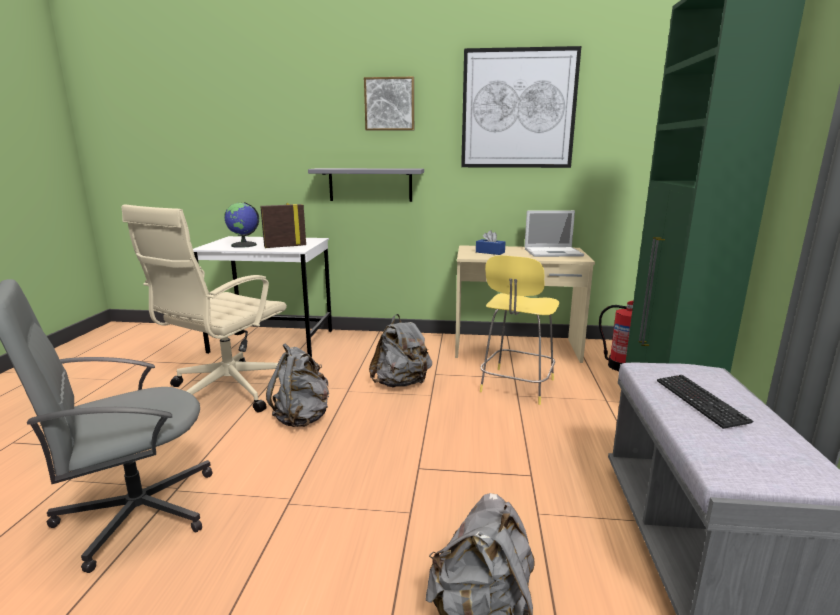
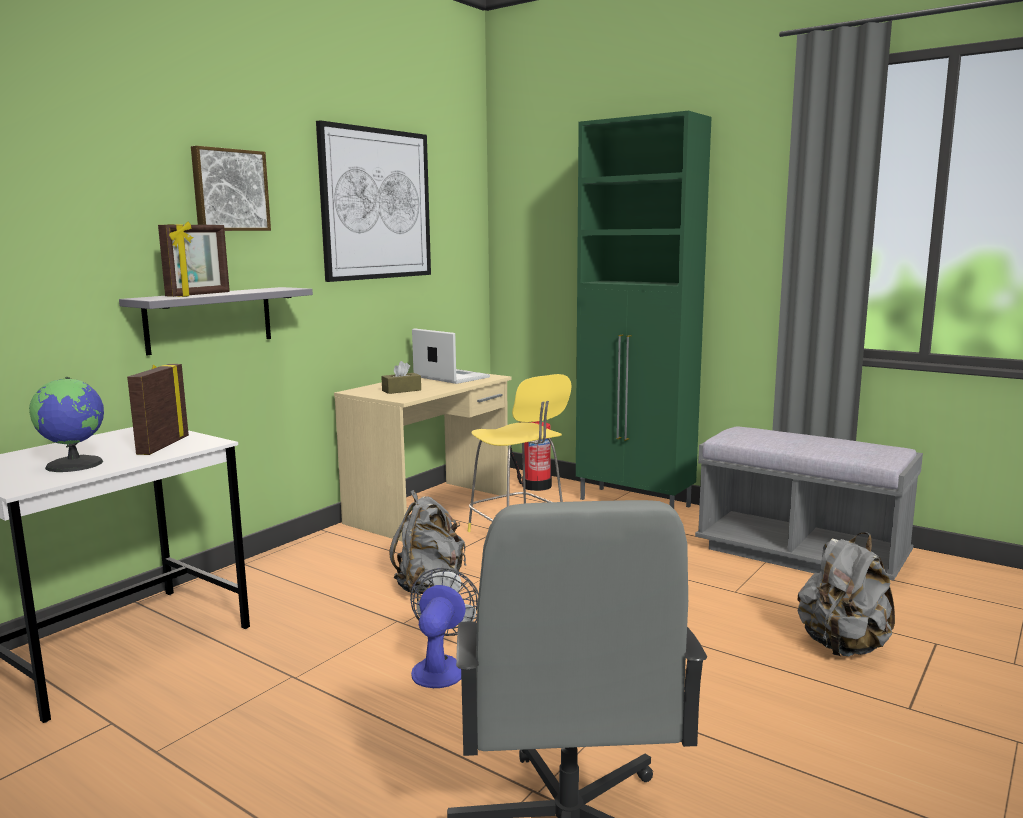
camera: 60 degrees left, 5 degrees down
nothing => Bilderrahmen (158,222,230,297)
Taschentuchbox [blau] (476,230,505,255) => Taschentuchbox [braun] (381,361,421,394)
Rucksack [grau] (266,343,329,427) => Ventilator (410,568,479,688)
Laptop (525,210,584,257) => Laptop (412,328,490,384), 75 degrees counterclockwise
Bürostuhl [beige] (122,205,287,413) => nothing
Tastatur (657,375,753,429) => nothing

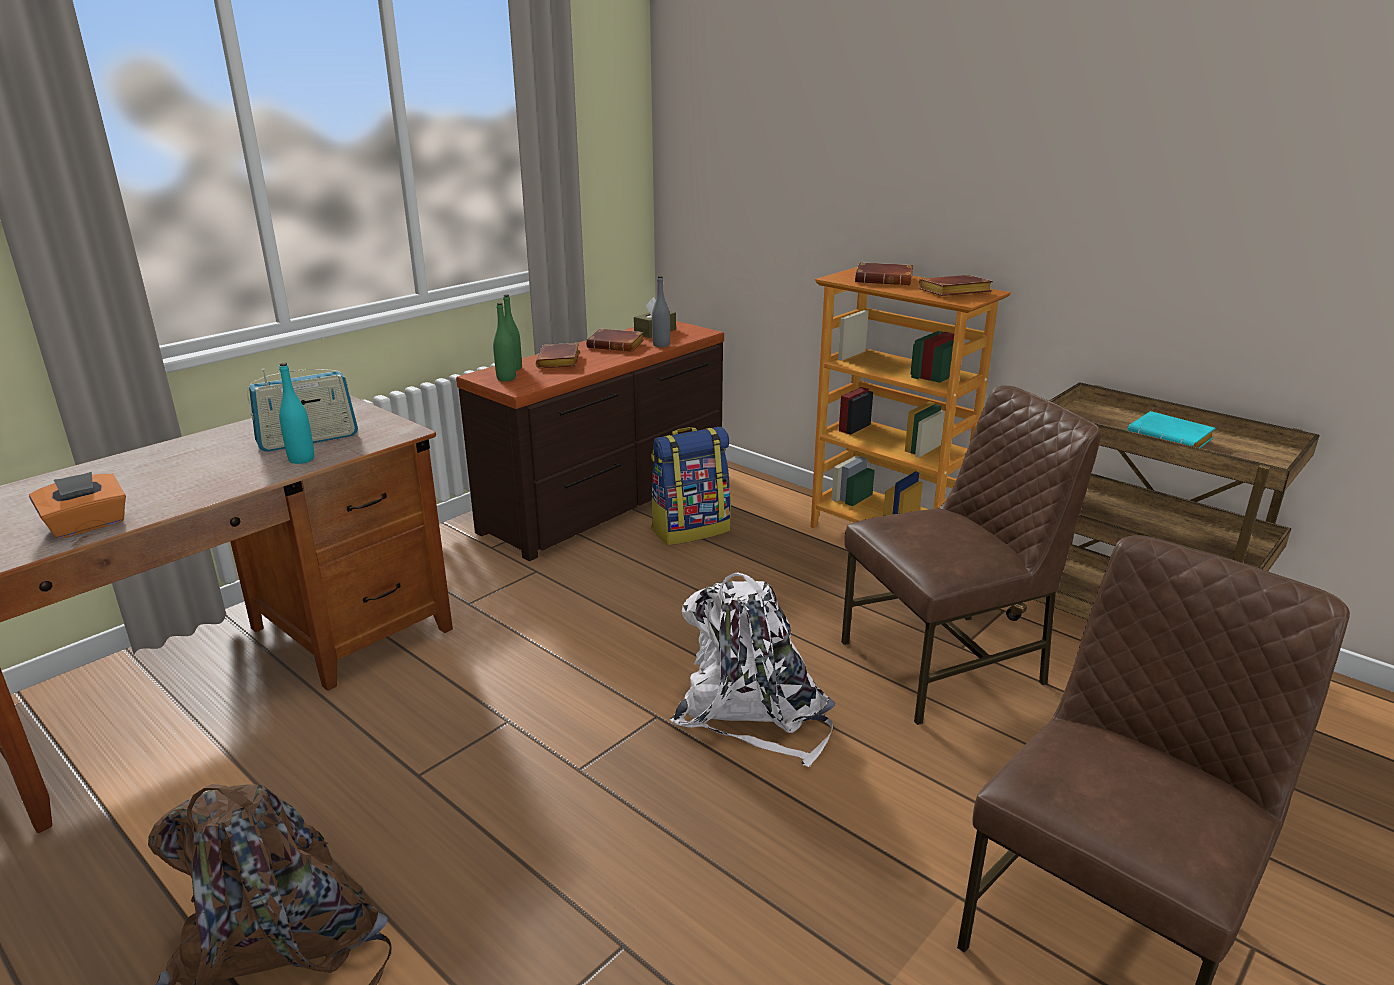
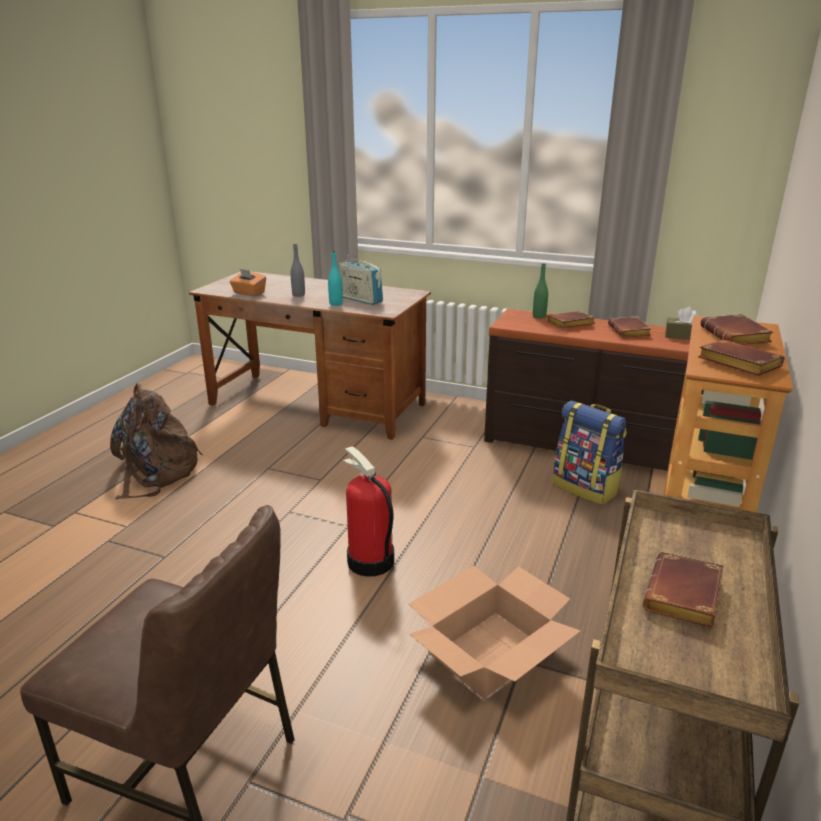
camera: 70 degrees right, 0 degrees up
Flasche [grau] (652,276,670,347) => Flasche [grau] (291,244,305,297), move
Rucksack [weiß] (670,572,835,767) => Feuerlöscher (343,446,394,577)
Stuhl [braun] (841,386,1101,725) => Karton (409,565,580,699)
Buch [türkis] (1127,411,1215,448) => Buch [braun] (643,552,723,628)
Flasche [grün] (493,302,516,381) => nothing

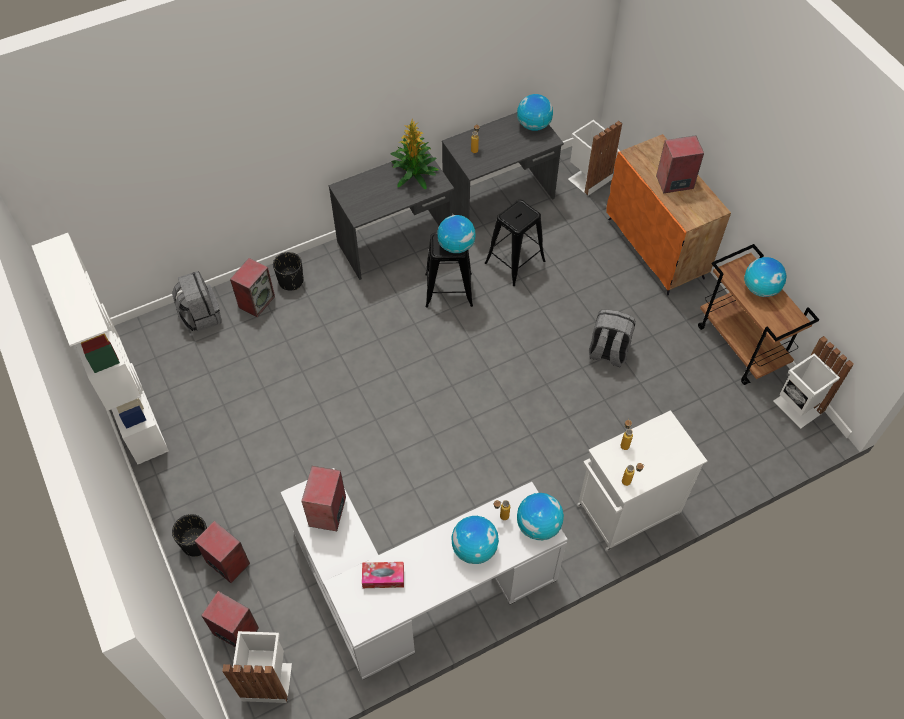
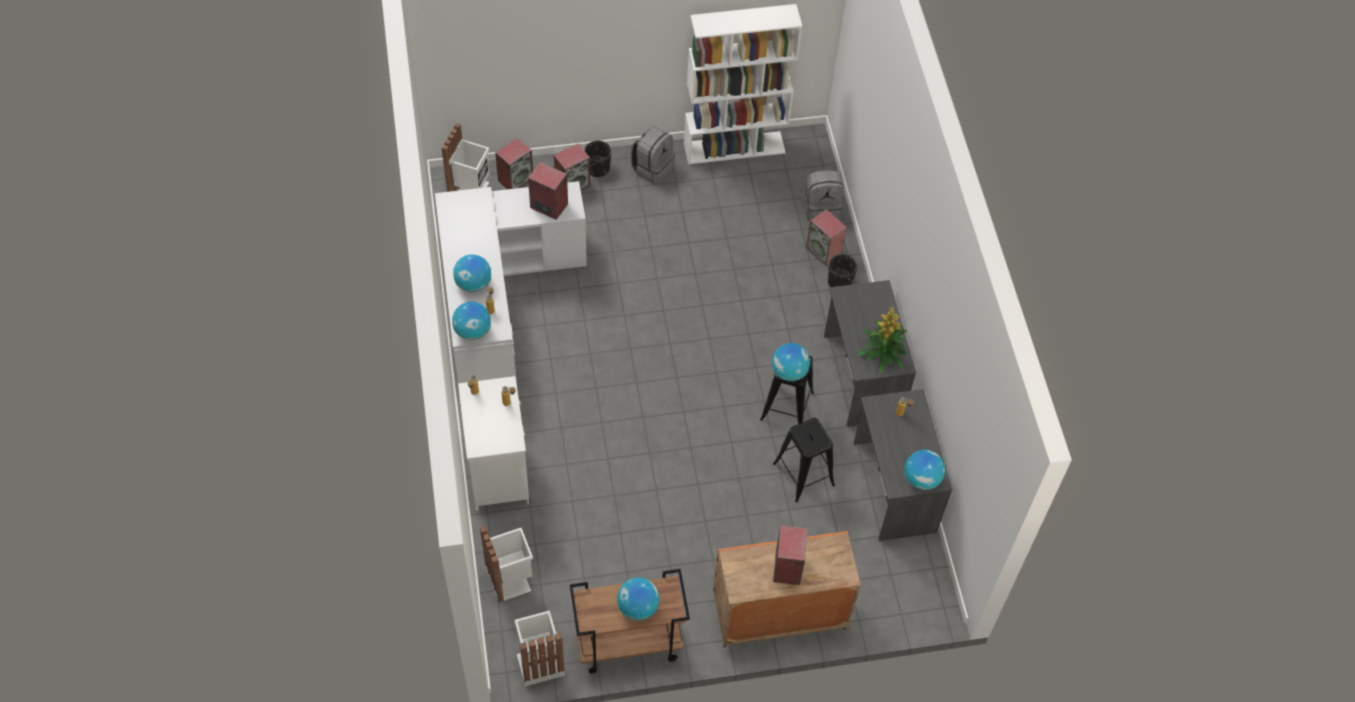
camera: 105 degrees right, 0 degrees up
Mülleimer [weiß] (568,120,622,196) => Mülleimer [weiß] (480,526,533,603), move
Rucksack [grau] (589,309,636,367) => Rucksack [grau] (631,126,675,185), move
Taschentuchbox (362,562,404,588) => nothing

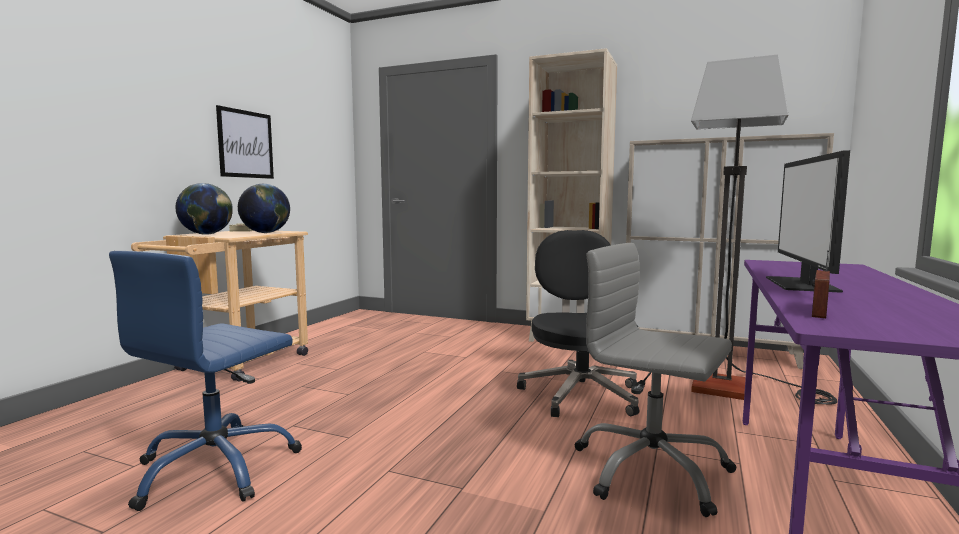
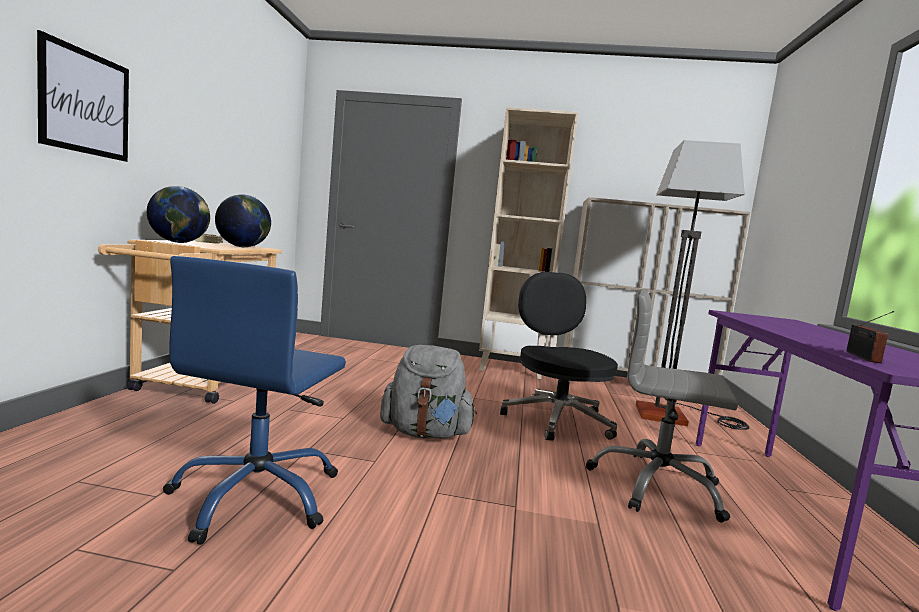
camera: 15 degrees left, 0 degrees up
Bild (216,105,274,179) => Bild (37,30,129,162), move
nothing => Rucksack [grau] (380,345,477,439)
Monitor (766,150,850,293) => nothing

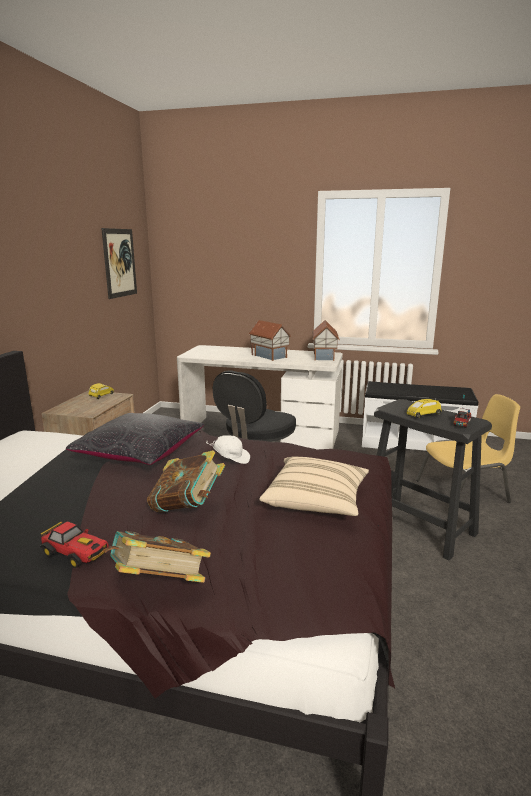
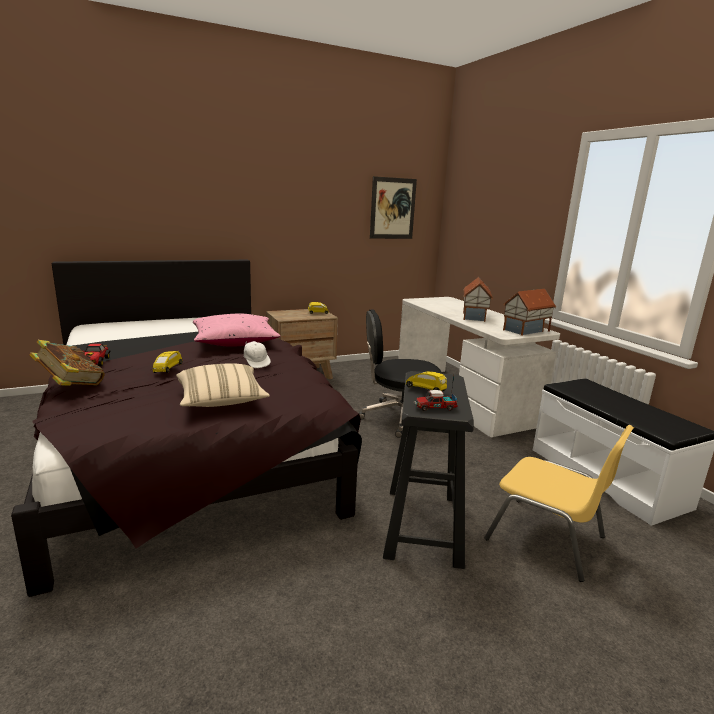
camera: 50 degrees right, 0 degrees up
Buch (147,450,225,513) => Spielzeugauto [gelb] (152,351,182,373)
Kissen [schwarz] (66,413,204,465) => Kissen [rosa] (193,314,281,347)

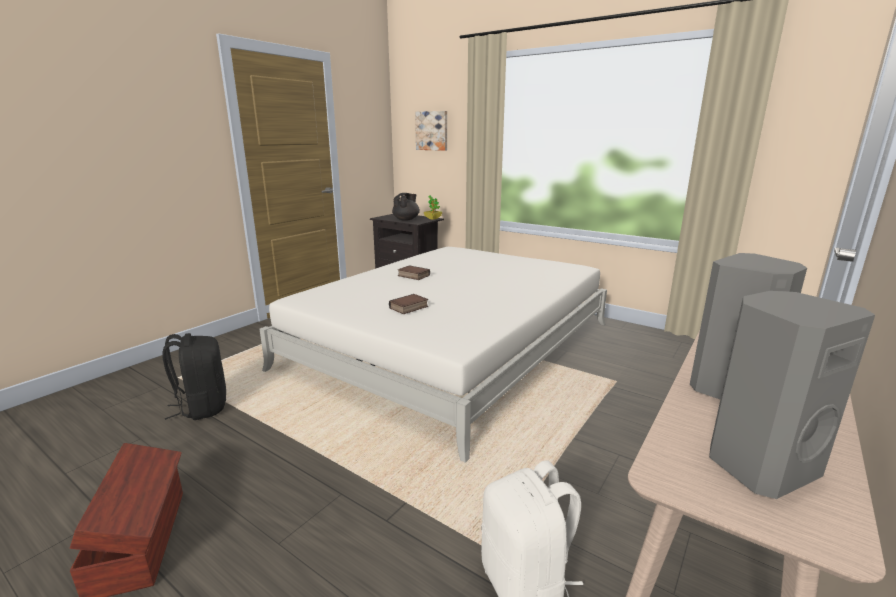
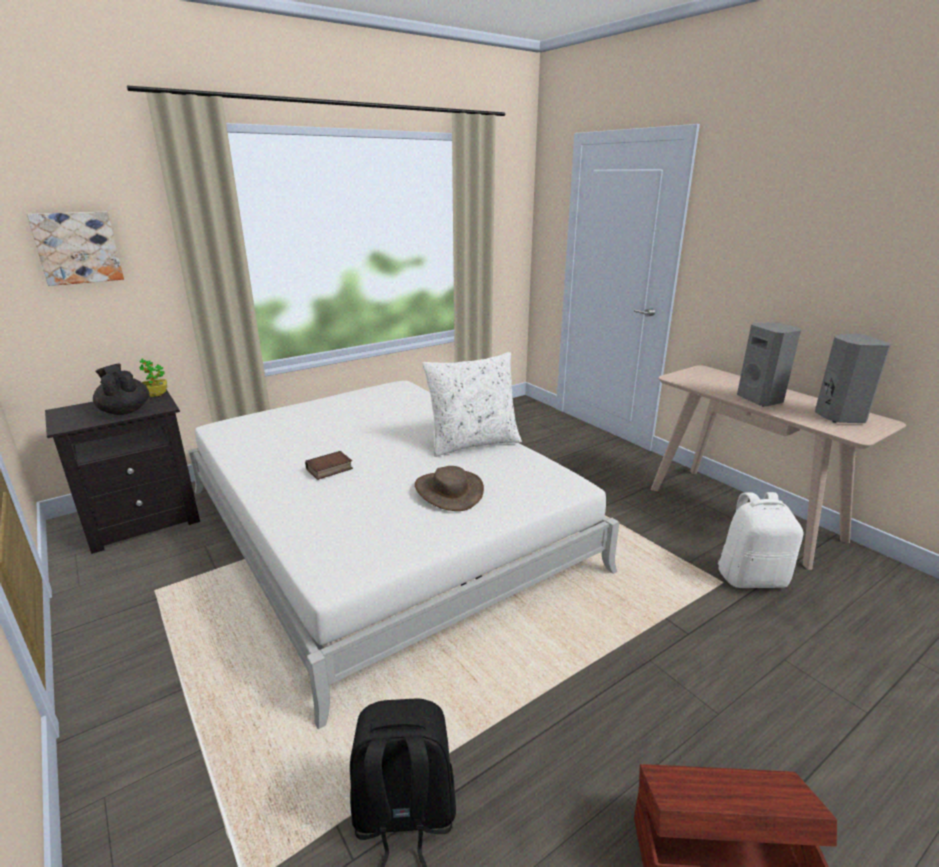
camera: 70 degrees left, 5 degrees up
Buch (389,294,428,314) => Hut [braun] (415,466,484,511)
nothing => Kissen [weiß] (422,352,522,457)

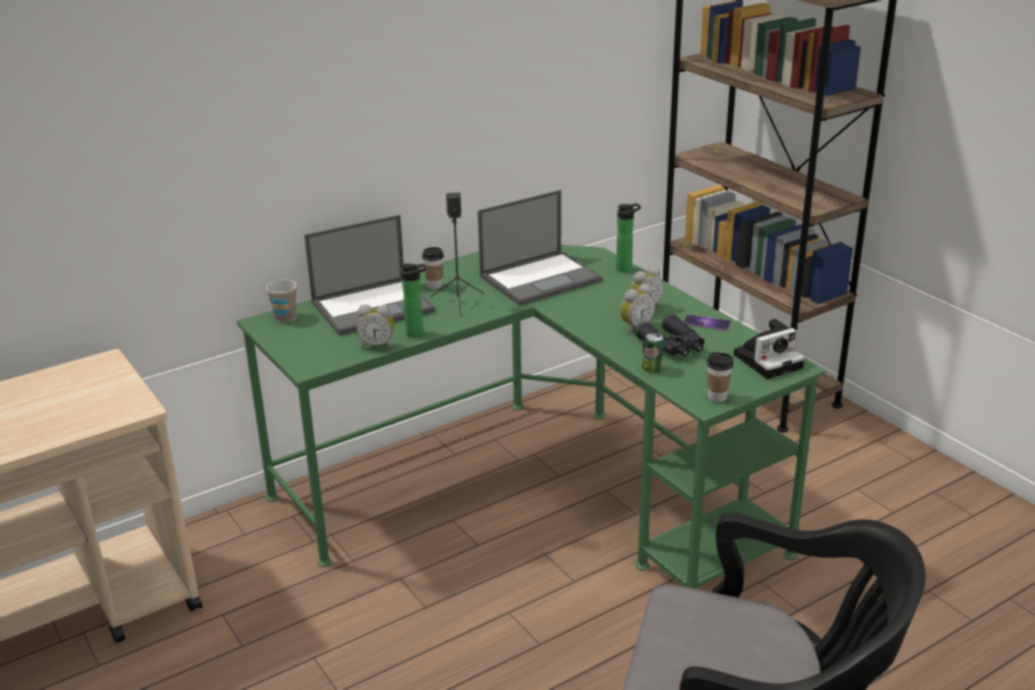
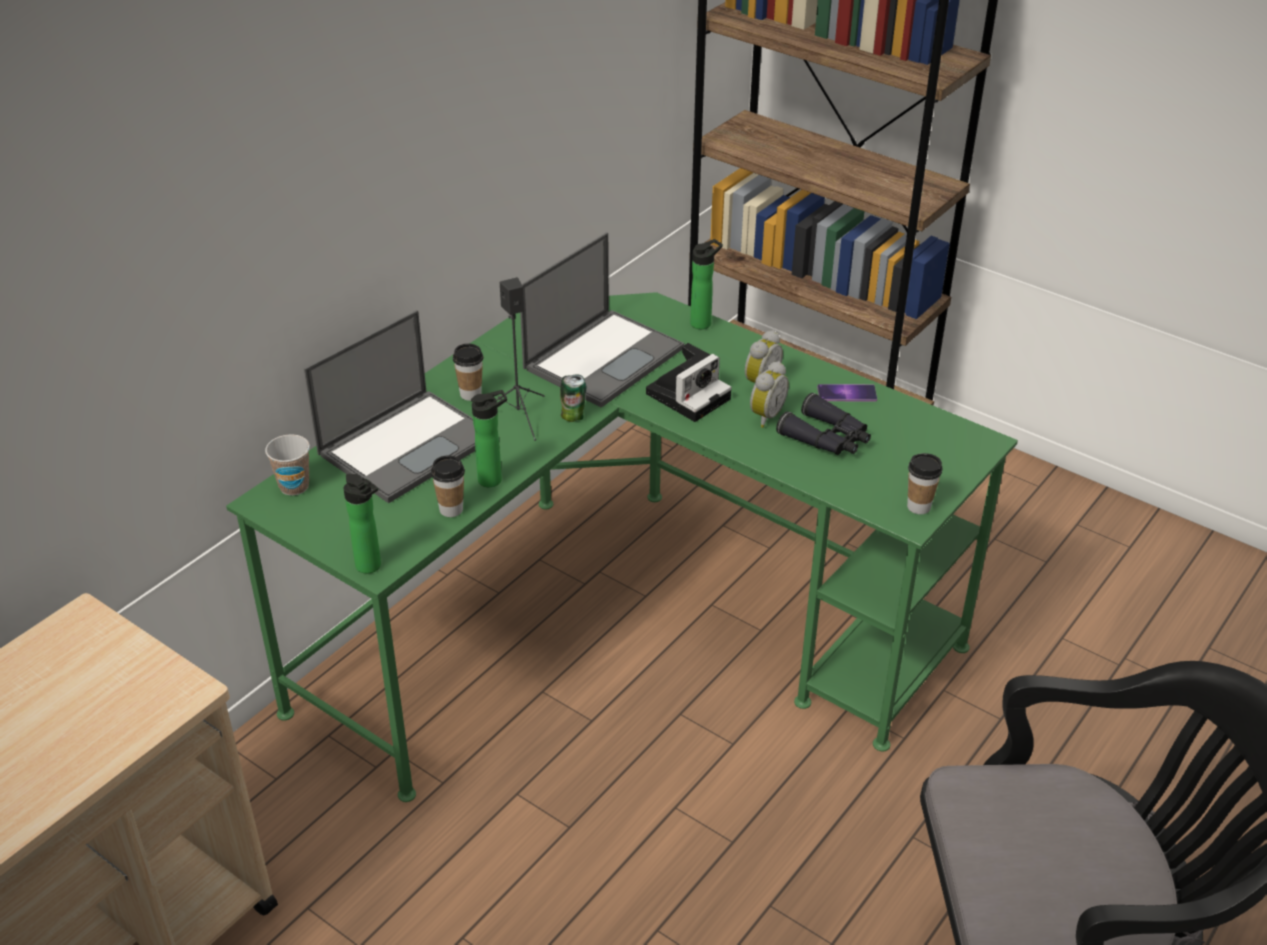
camera: 20 degrees left, 10 degrees up
nothing => Flasche (343,474,381,574)
Wecker (357,305,394,349) => Tasse (431,455,465,517)
Dose (642,333,665,372) => Dose (560,374,587,422), move
Kamera (734,319,804,379) => Kamera (646,343,732,422), move

